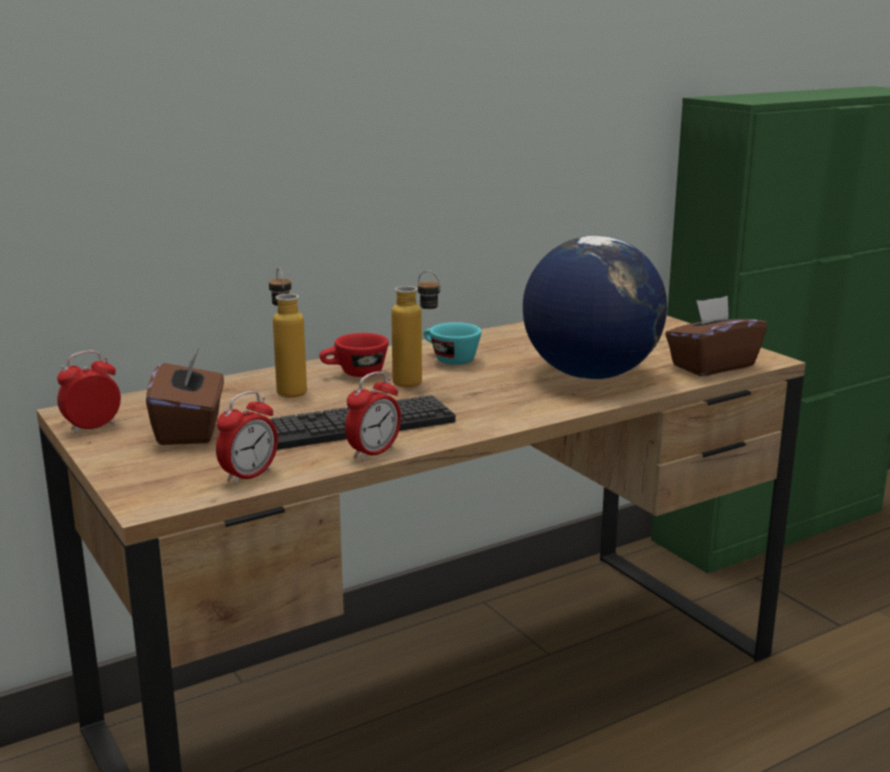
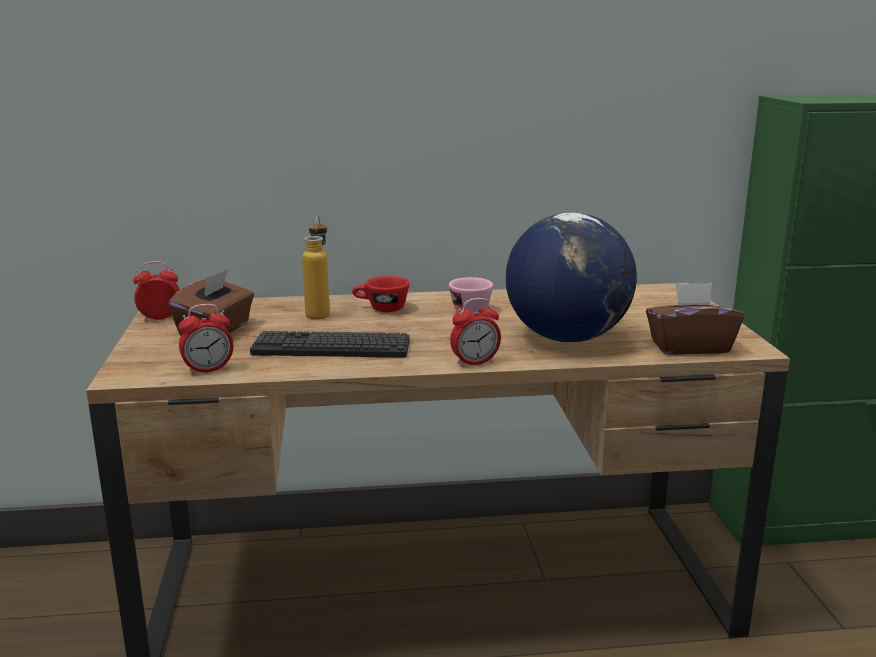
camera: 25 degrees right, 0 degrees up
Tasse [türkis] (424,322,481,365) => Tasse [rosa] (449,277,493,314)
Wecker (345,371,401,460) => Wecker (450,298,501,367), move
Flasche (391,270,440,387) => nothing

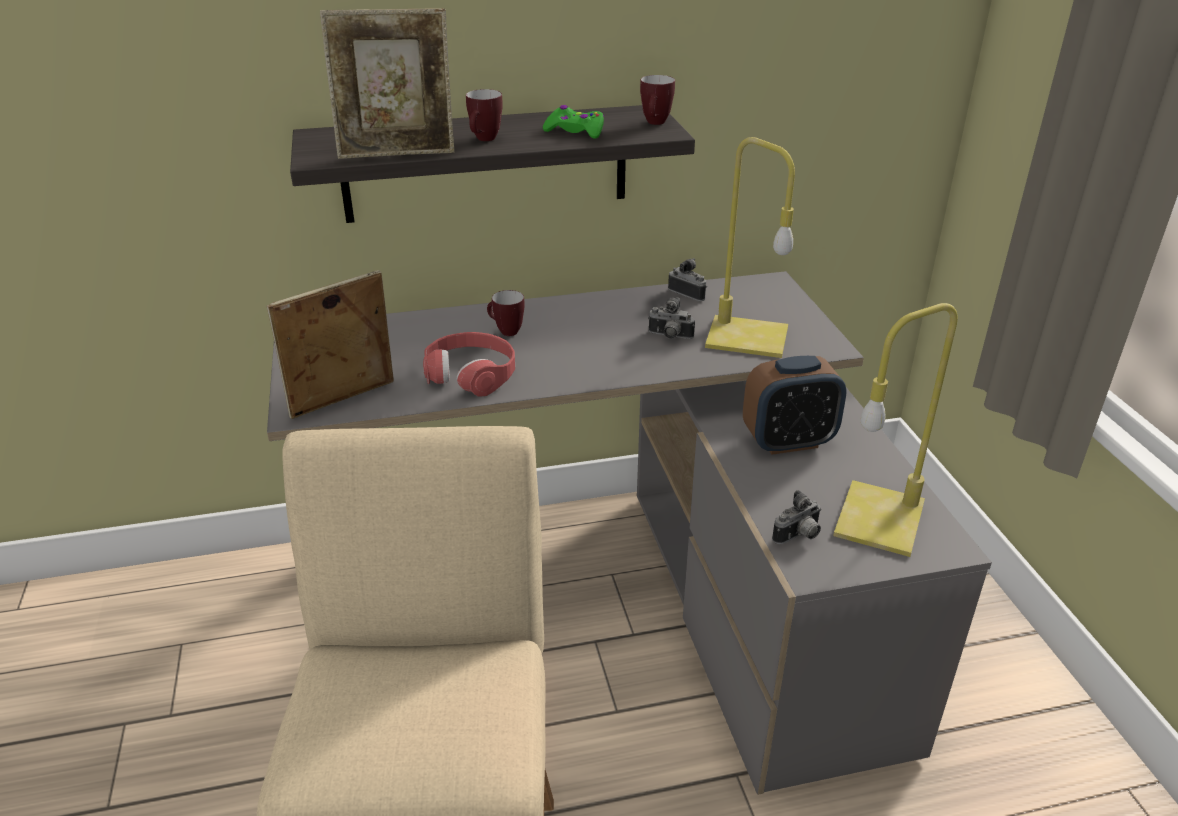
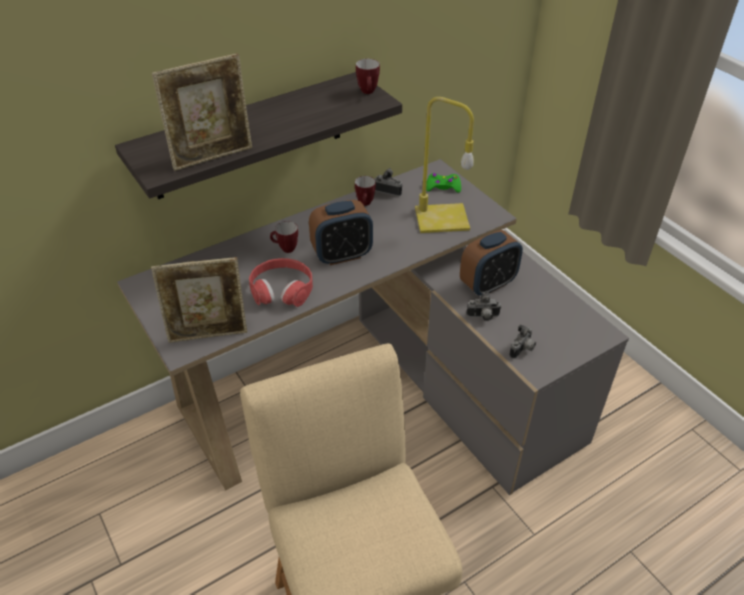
camera: 20 degrees left, 10 degrees up
Bilderrahmen (267,270,394,419) => Bilderrahmen (151,257,247,343), 135 degrees counterclockwise
nothing => Wecker (309,200,373,265)
Henkelbecher (466,89,503,141) => Henkelbecher (355,176,376,206), move
Gamepad [grün] (543,105,604,139) => Gamepad [grün] (426,173,461,193), move
Kamera (648,297,695,339) => Kamera (467,291,501,321), move
Tischlampe [gelb] (833,303,958,557) => nothing

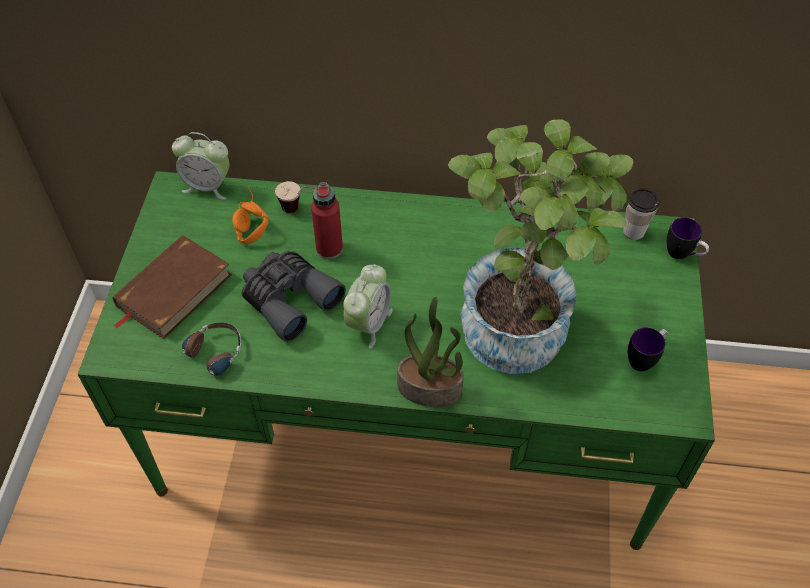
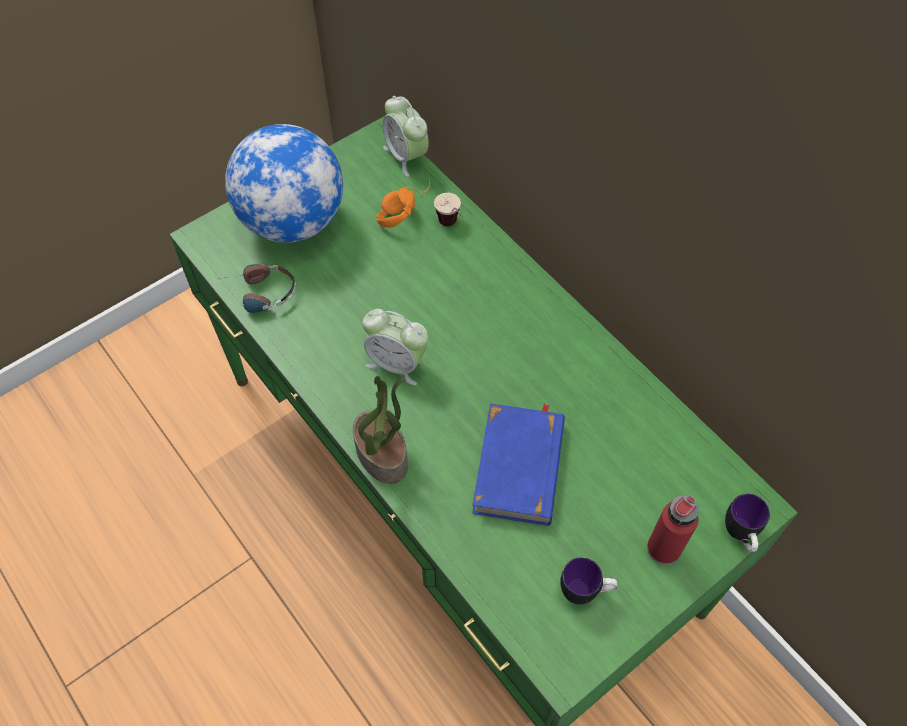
camera: 45 degrees right, 5 degrees up
Buch [braun] (112,235,232,339) => Globus (225,124,343,243)
Wecker (343,264,393,349) => Wecker (362,309,428,385), 45 degrees clockwise
Topfpflanze (448,119,634,374) => Buch [blau] (472,403,565,526)
Flasche [rot] (311,182,343,259) => Flasche [rot] (647,495,699,565), move
Fernglas [grau] (242,251,346,342) => nothing
Tasse (623,188,660,240) => nothing

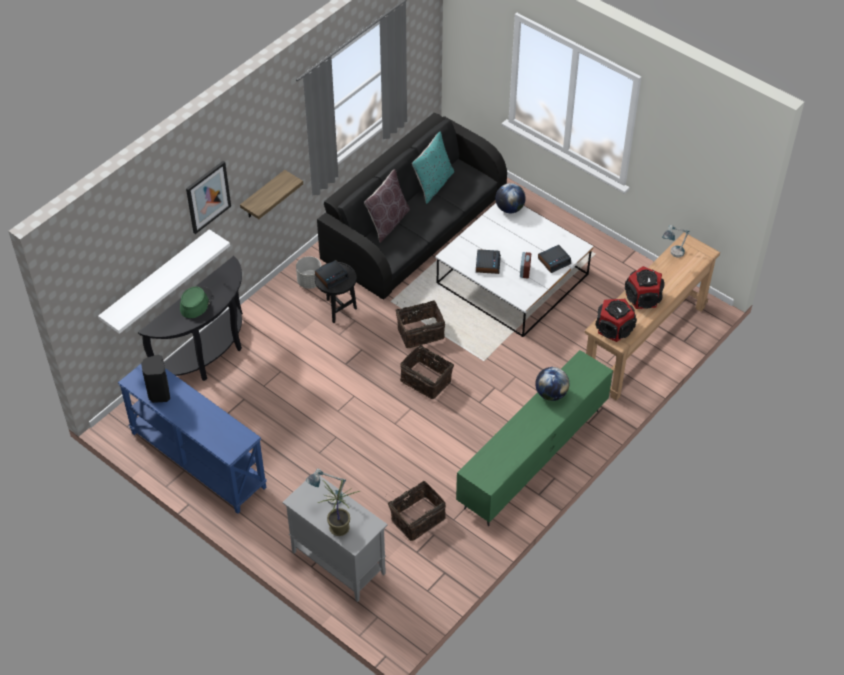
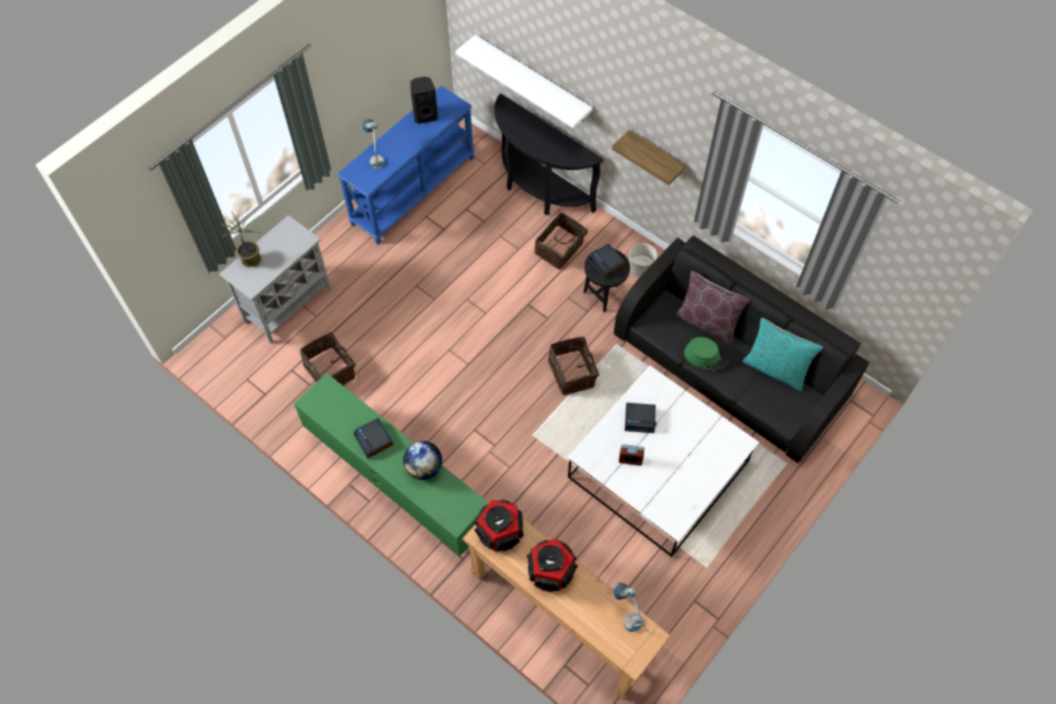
camera: 90 degrees right, 10 degrees up
Wecker (538,245,571,273) => Wecker (354,418,393,458), move
Tischlampe (306,469,346,505) => Tischlampe (362,119,385,169), move
Korb (400,345,454,399) => Korb (535,212,593,269), move
Hut [grün] (180,286,213,318) => Hut [grün] (684,337,728,371), move
Bild (186,161,231,234) => nothing
Globus (496,183,526,213) => nothing

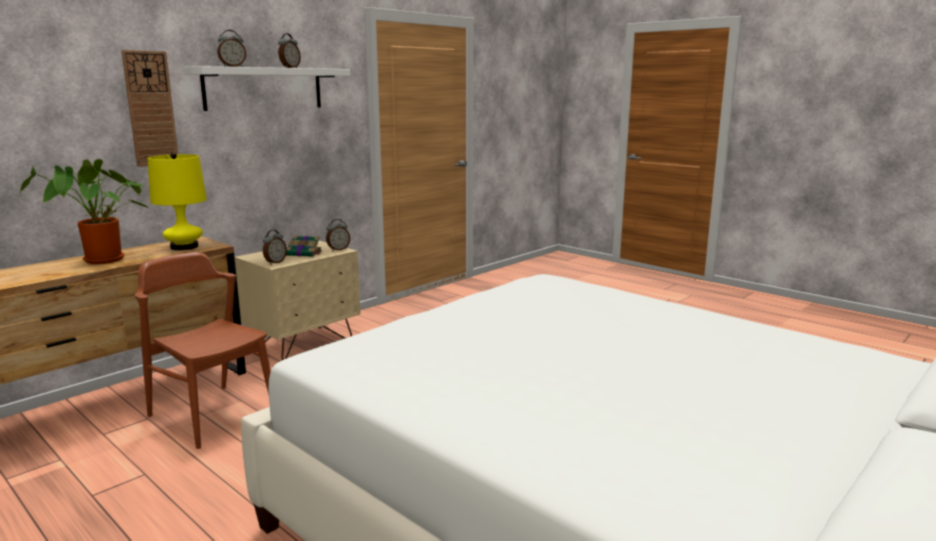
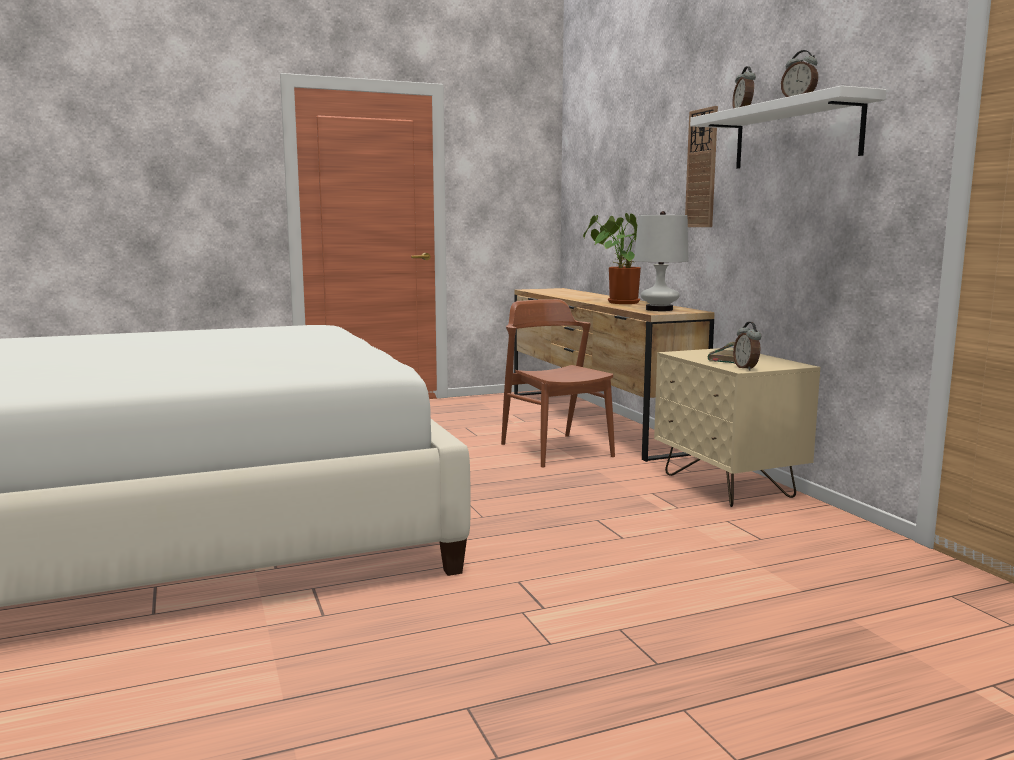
camera: 115 degrees right, 5 degrees down
Stuhl [braun] (135,252,271,449) => Stuhl [braun] (501,299,615,467), 90 degrees counterclockwise
Tischlampe [gelb] (148,153,207,250) => Tischlampe [weiß] (634,211,688,311)
Wecker (263,230,287,265) => nothing

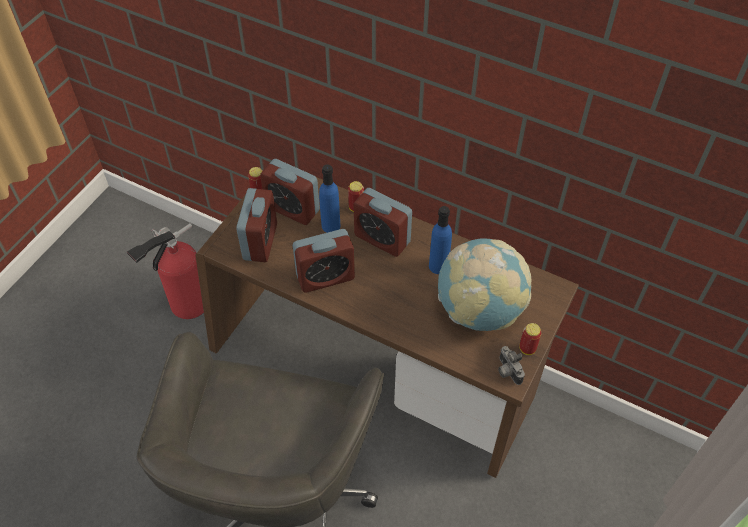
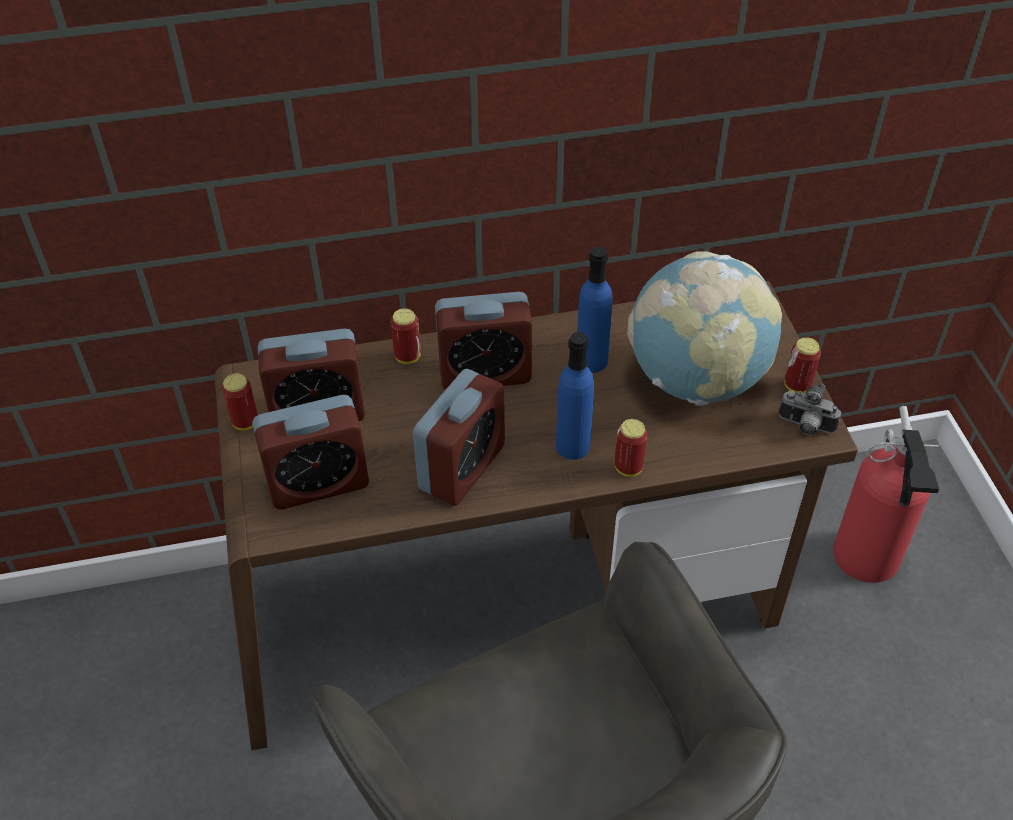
camera: 40 degrees left, 5 degrees down
Wecker (236,188,277,262) => Wecker (252,395,369,509), 105 degrees clockwise
Flasche [blau] (319,164,341,233) => Flasche [blau] (556,332,594,460), move
nothing => Dose (615,419,647,477)
Feuerlöscher (127,223,204,319) => Feuerlöscher (833,406,939,583), move

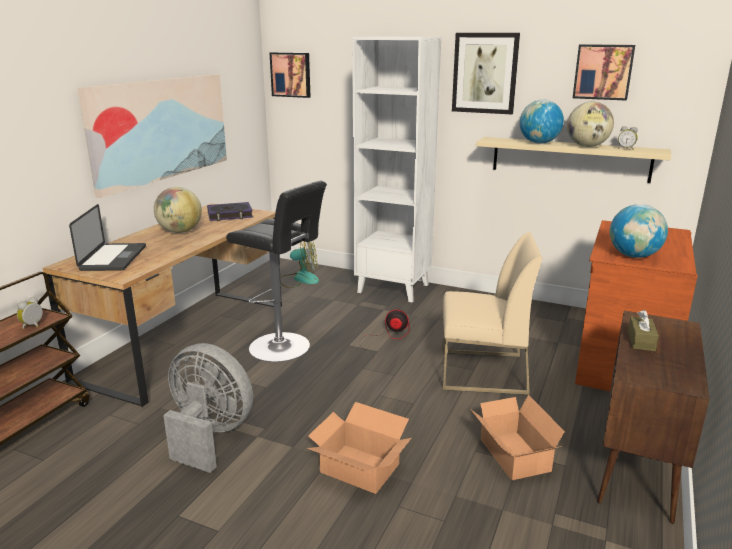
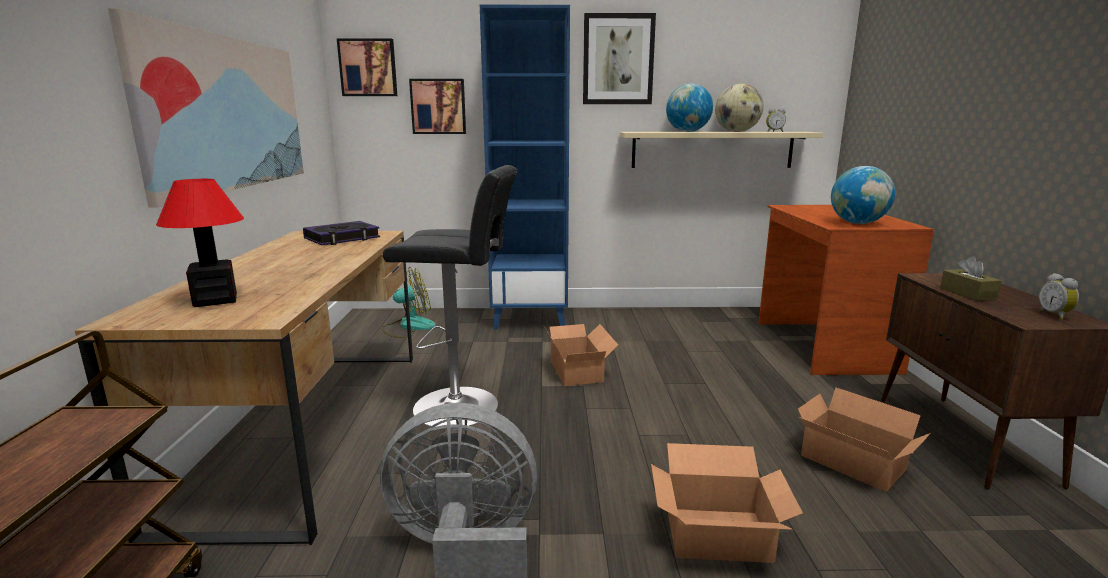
camera: 25 degrees left, 5 degrees down
Laptop (69,204,146,271) => Tischlampe (156,179,244,307)
Bild (573,44,635,101) => Bild (409,79,466,134), move
Bücherregal [weiß] (352,37,441,302) => Bücherregal [blau] (480,5,570,330)
Ventilator (359,309,409,360) => Karton (544,324,618,386)
Wecker (17,297,43,329) => Wecker (1039,273,1079,320), move
Globus (154,187,202,233) => nothing
Stuhl [beige] (442,232,542,395) => nothing

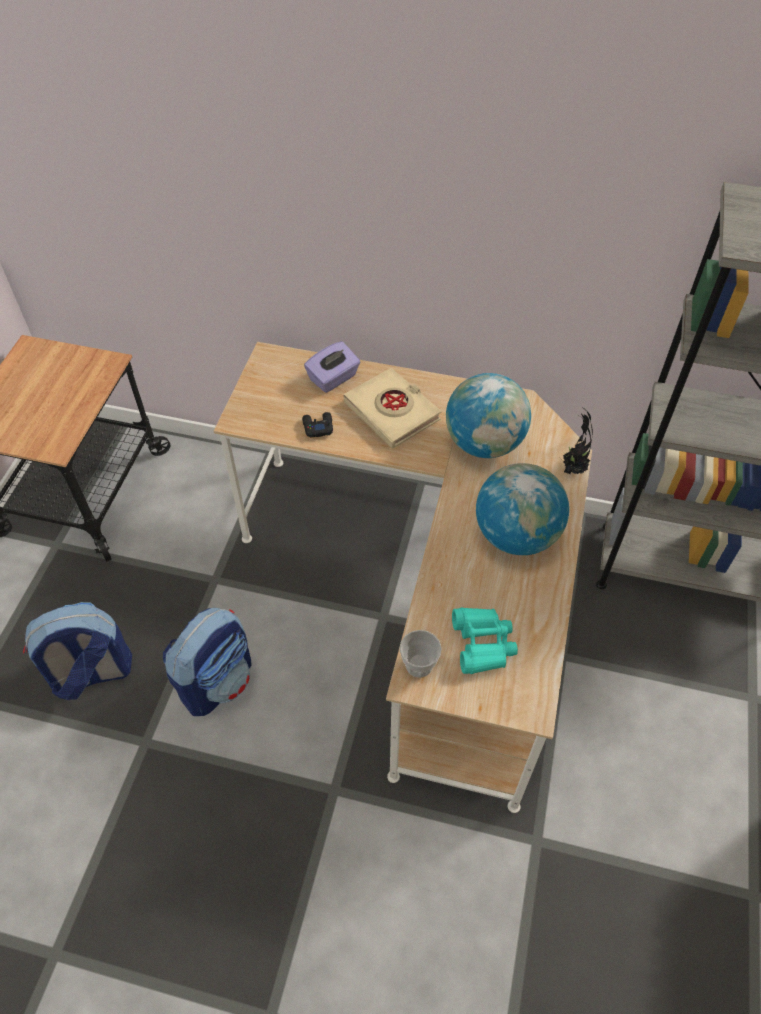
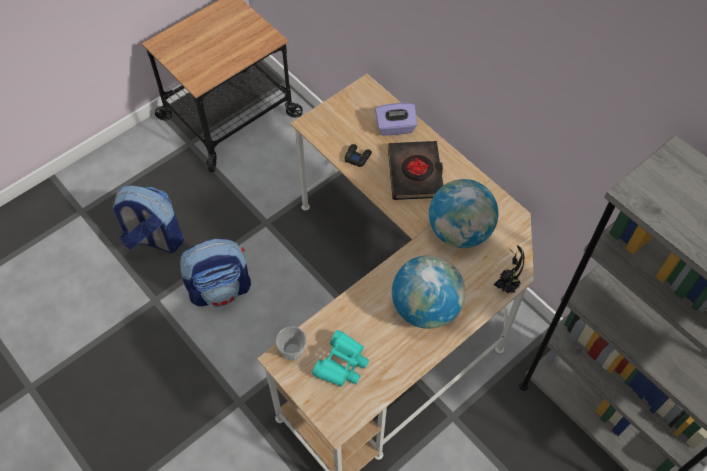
camera: 35 degrees right, 5 degrees up
Buch [beige] (344,368,441,448) => Buch [schwarz] (388,141,443,200)

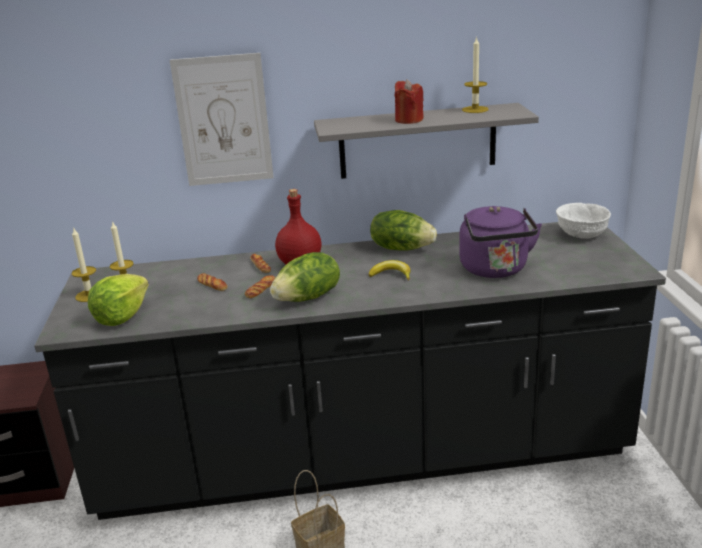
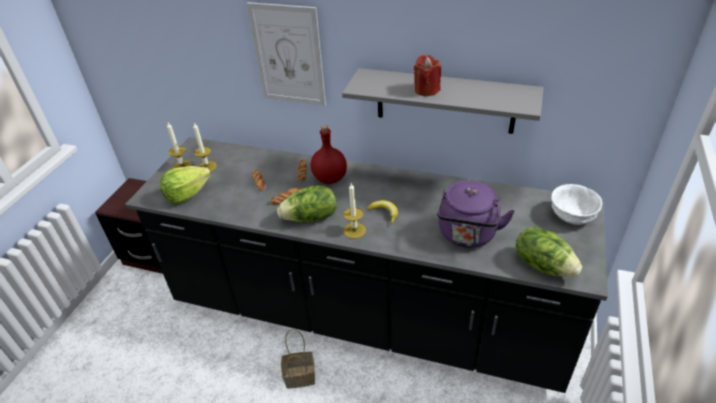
camera: 25 degrees right, 15 degrees up
Kerze (462,36,489,113) => Kerze (343,183,366,239), move
Salatkopf (370,210,437,251) => Salatkopf (515,227,582,277), move

